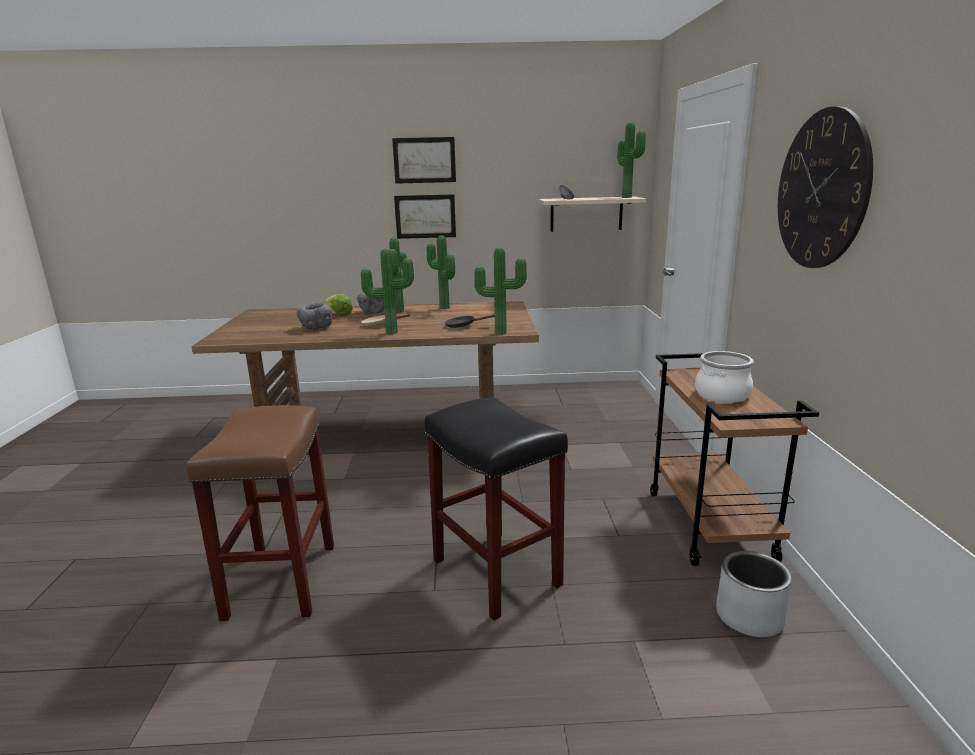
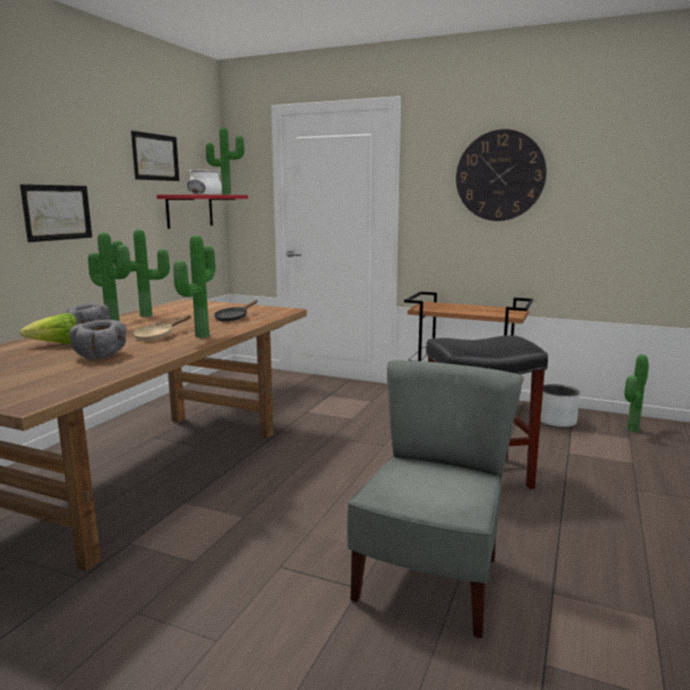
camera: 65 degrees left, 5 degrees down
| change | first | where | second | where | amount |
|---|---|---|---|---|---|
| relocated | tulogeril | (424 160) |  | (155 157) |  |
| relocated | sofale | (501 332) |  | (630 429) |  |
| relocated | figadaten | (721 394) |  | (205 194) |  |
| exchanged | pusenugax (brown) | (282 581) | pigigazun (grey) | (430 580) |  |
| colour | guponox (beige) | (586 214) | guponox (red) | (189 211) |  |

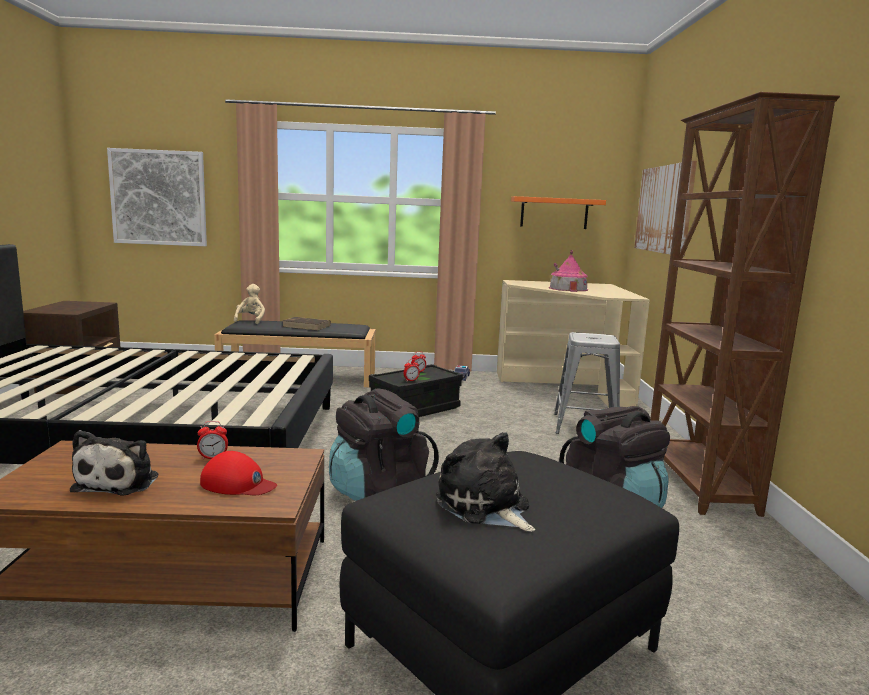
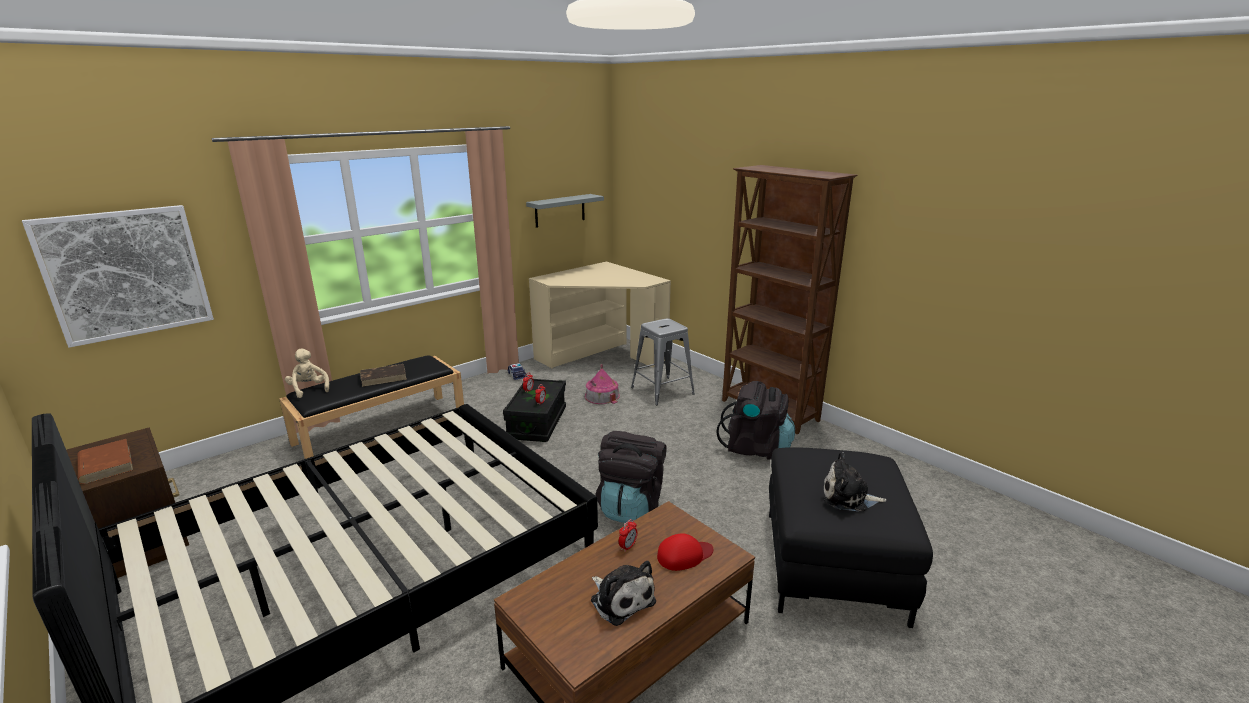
camera: 40 degrees left, 10 degrees up
| change | first | where | second | where | amount |
|---|---|---|---|---|---|
| missing | tulogeril | (664 209) |  |  |  |
| appeared |  |  | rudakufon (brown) | (105 464) |  |
| relocated | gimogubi | (568 288) |  | (602 396) |  |
| colour | guponox (orange) | (554 213) | guponox (grey) | (560 210) |  |

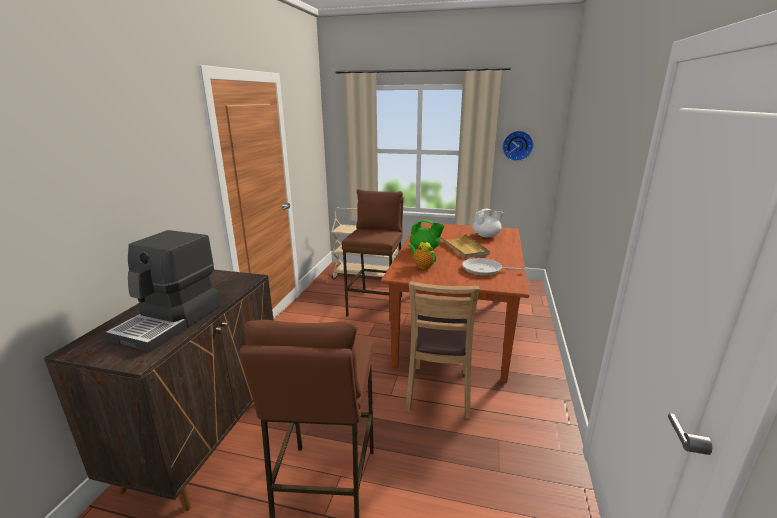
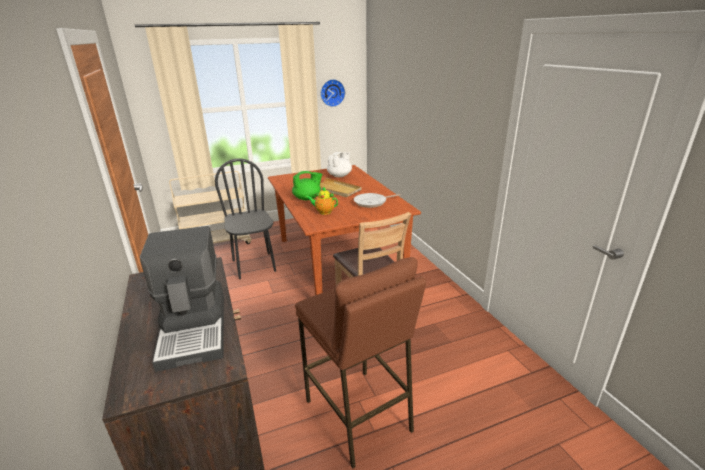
camera: 35 degrees left, 5 degrees up
| change | first | where | second | where | amount |
|---|---|---|---|---|---|
| exchanged | pusenugax (brown) | (376 305) | pigigazun (black) | (254 265) |  |

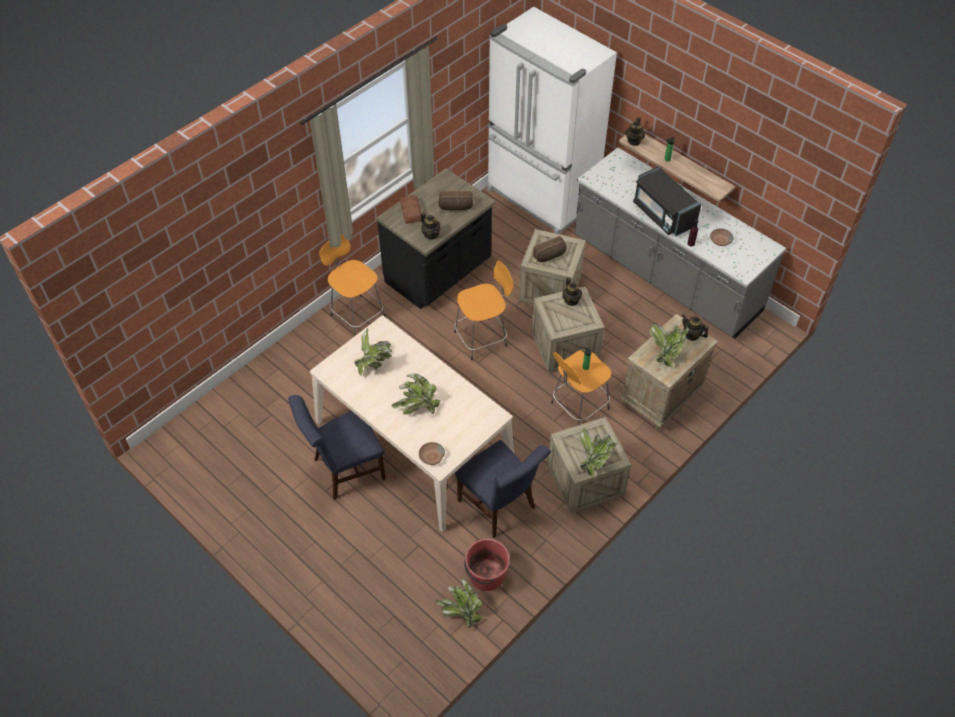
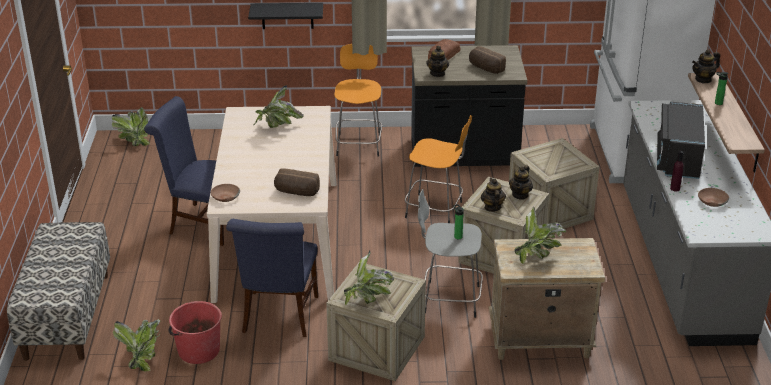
camera: 45 degrees right, 20 degrees down
| change | first | where | second | where | amount |
|---|---|---|---|---|---|
| appeared |  |  | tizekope | (67 316) |  |
| appeared |  |  | guponox (black) | (287 15) |  |
| relocated | sofale | (417 407) |  | (134 141) |  |
| relocated | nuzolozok | (550 256) |  | (296 192) |  |
| relocated | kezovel | (692 335) |  | (492 207) |  |
| colour | pusenugax (orange) | (578 407) | pusenugax (grey) | (449 299) |  |

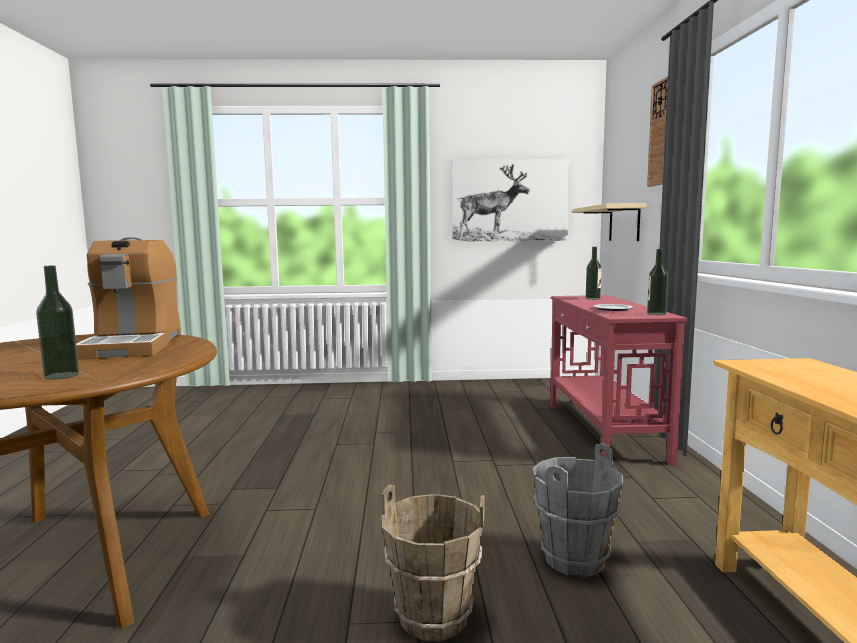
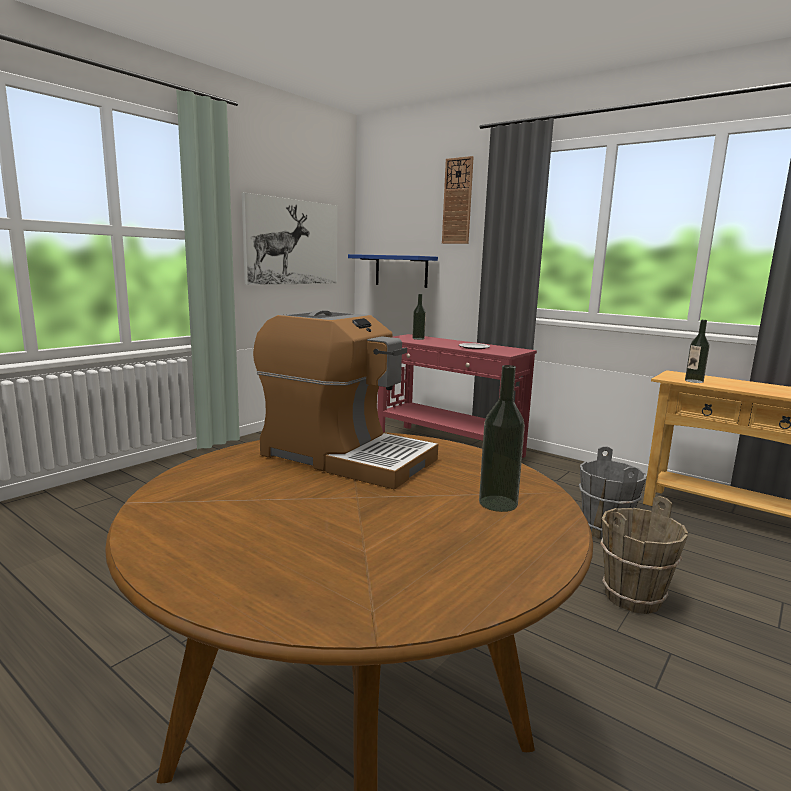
camera: 50 degrees left, 5 degrees up
| change | first | where | second | where | amount |
|---|---|---|---|---|---|
| relocated | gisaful | (656 314) |  | (694 381) |  |
| colour | guponox (beige) | (624 223) | guponox (blue) | (401 271) |  |

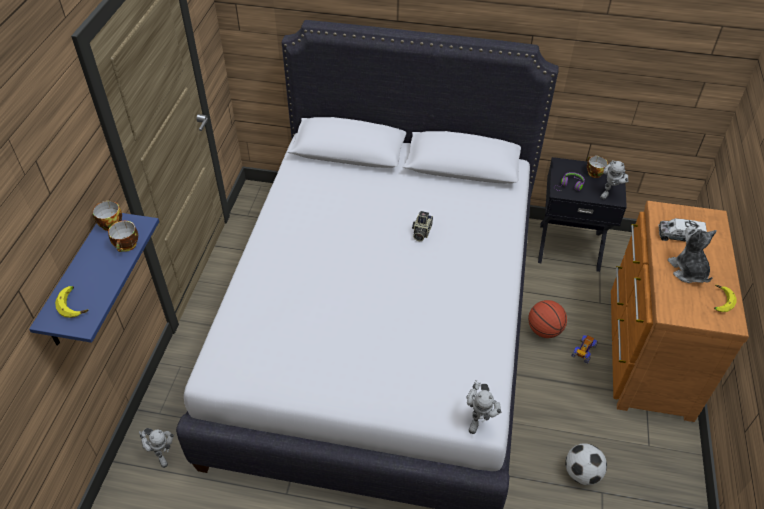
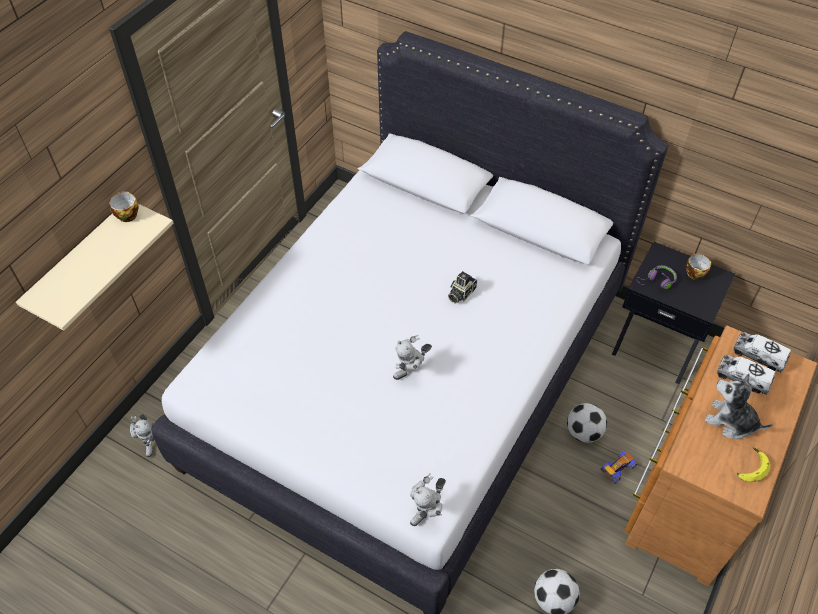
camera: 20 degrees right, 5 degrees up
| change | first | where | second | where | amount |
|---|---|---|---|---|---|
| missing | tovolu | (74 304) |  |  |  |
| missing | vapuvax | (127 246) |  |  |  |
| appeared |  |  | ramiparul | (758 356) |  |
| relocated | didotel | (609 192) |  | (411 372) |  |
| exchanged | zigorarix | (544 330) | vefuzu | (583 432) |  |
| colour | guponox (blue) | (76 282) | guponox (beige) | (82 264) |  |
| spun | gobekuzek | (688 271) |  | (730 421) | 60 degrees counterclockwise |

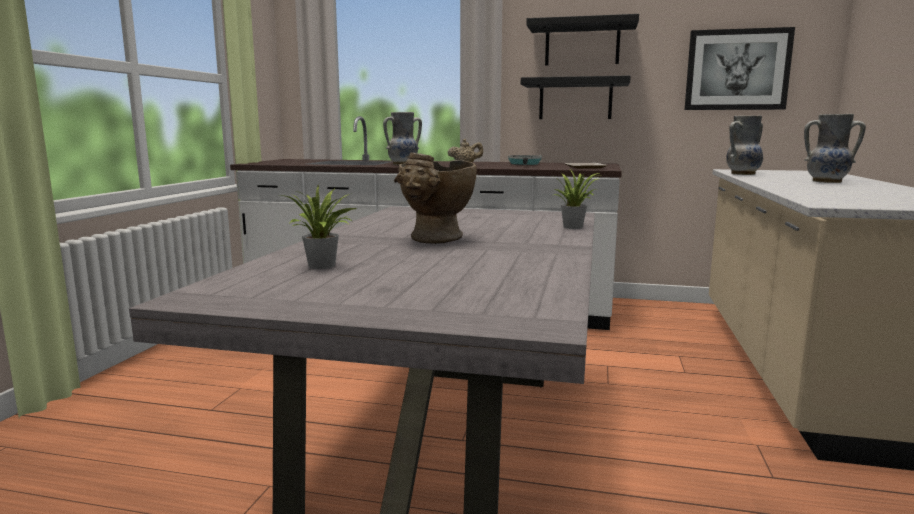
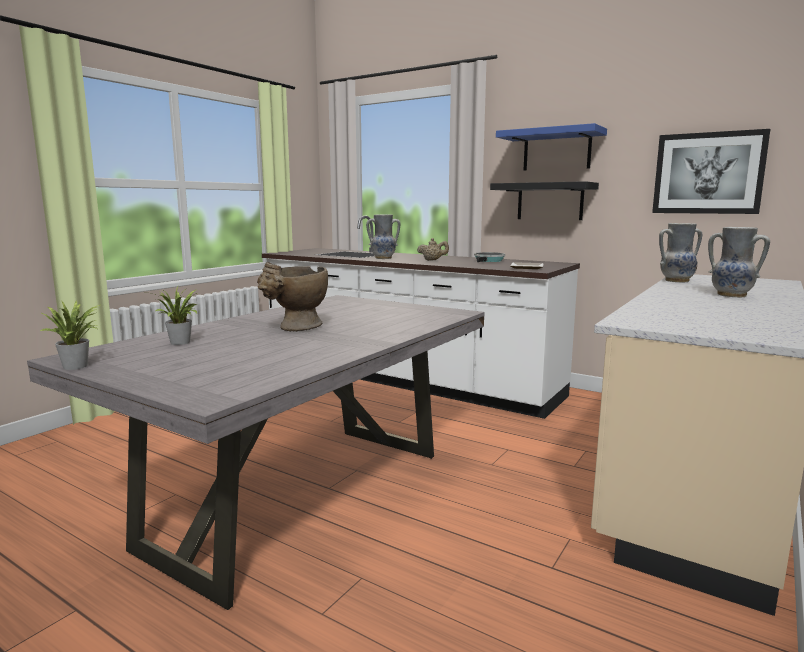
camera: 20 degrees right, 0 degrees up
| change | first | where | second | where | amount |
|---|---|---|---|---|---|
| relocated | sofale | (574 227) |  | (79 366) |  |
| colour | guponox (black) | (582 44) | guponox (blue) | (557 150) |  |

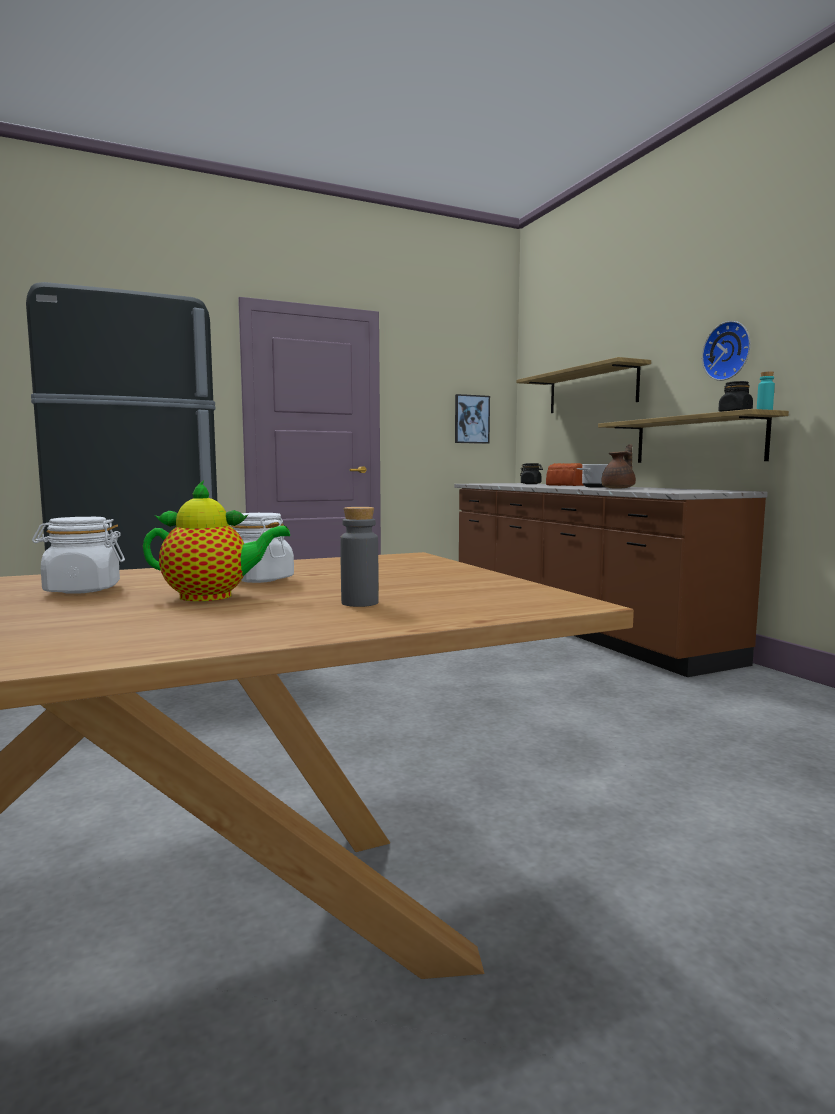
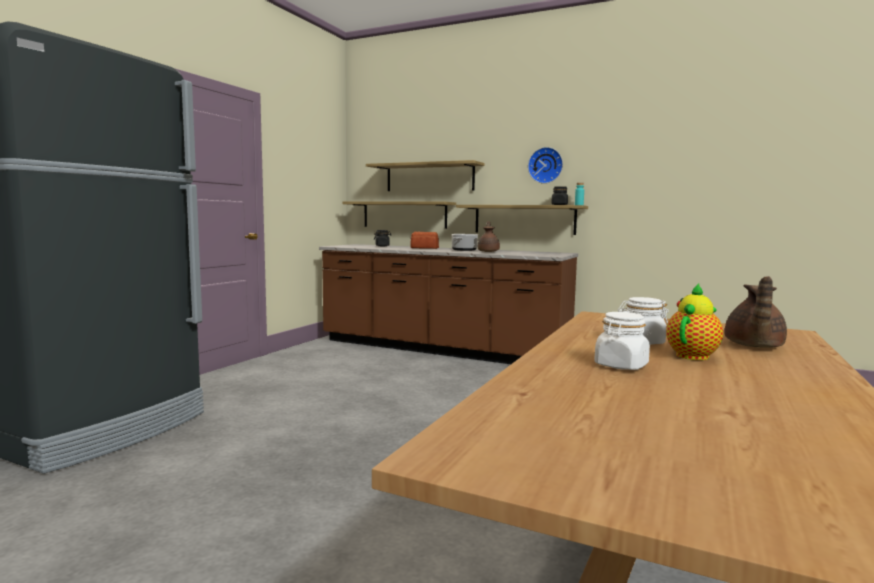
camera: 40 degrees left, 0 degrees up
| change | first | where | second | where | amount |
|---|---|---|---|---|---|
| missing | tulogeril | (471 419) |  |  |  |
| appeared |  |  | guponox | (404 215) |  |
| exchanged | gisaful (grey) | (360 603) | kezovel (brown) | (753 346) |  |

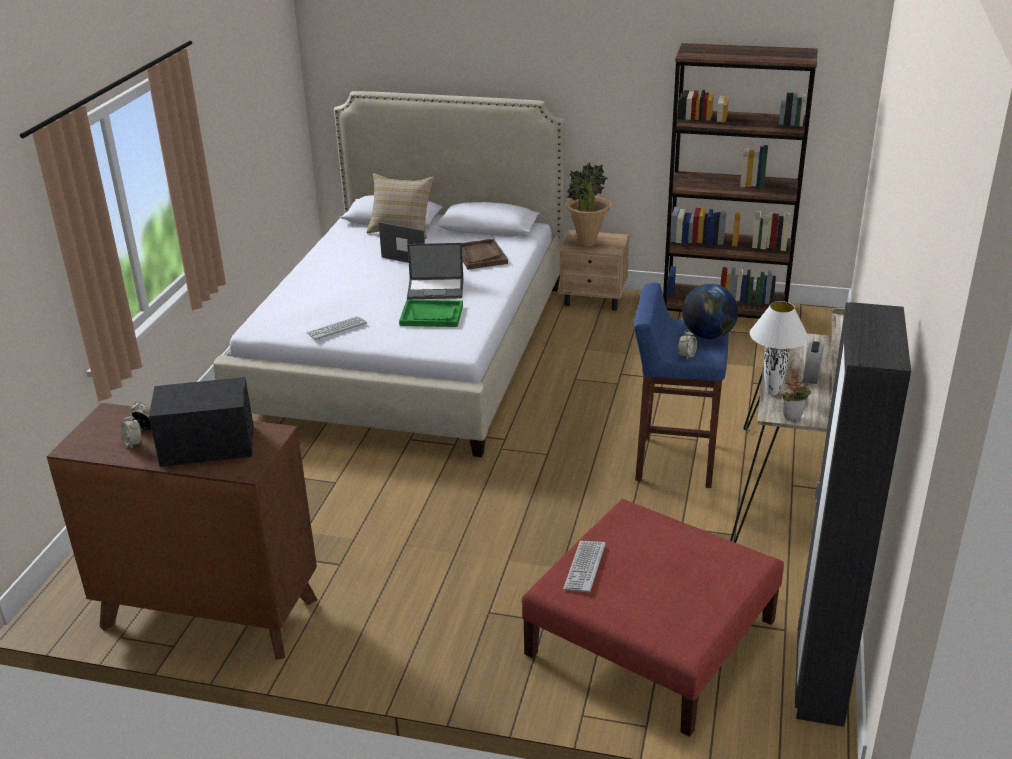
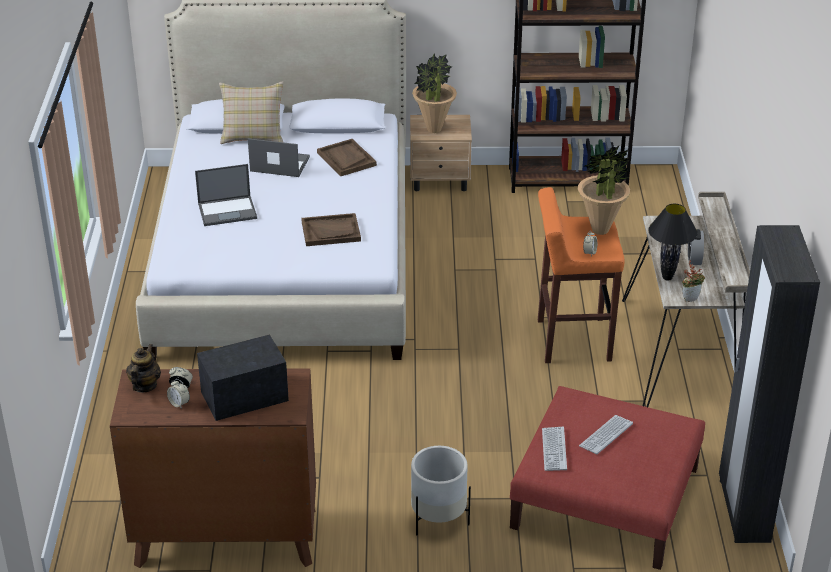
camera: 15 degrees left, 5 degrees up
| change | first | where | second | where | amount |
|---|---|---|---|---|---|
| appeared |  |  | kezovel | (144 386) |  |
| appeared |  |  | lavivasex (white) | (438 519) |  |
| relocated | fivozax | (337 329) |  | (606 435) |  |
| relocated | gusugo | (436 289) |  | (228 211) |  |
| exchanged | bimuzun | (708 335) | sofale | (600 230) |  |
| colour | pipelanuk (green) | (432 315) | pipelanuk (brown) | (331 231) |  |
| colour | pusenugax (blue) | (674 461) | pusenugax (orange) | (572 340) |  |
| colour | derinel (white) | (772 393) | derinel (black) | (667 278) |  |

